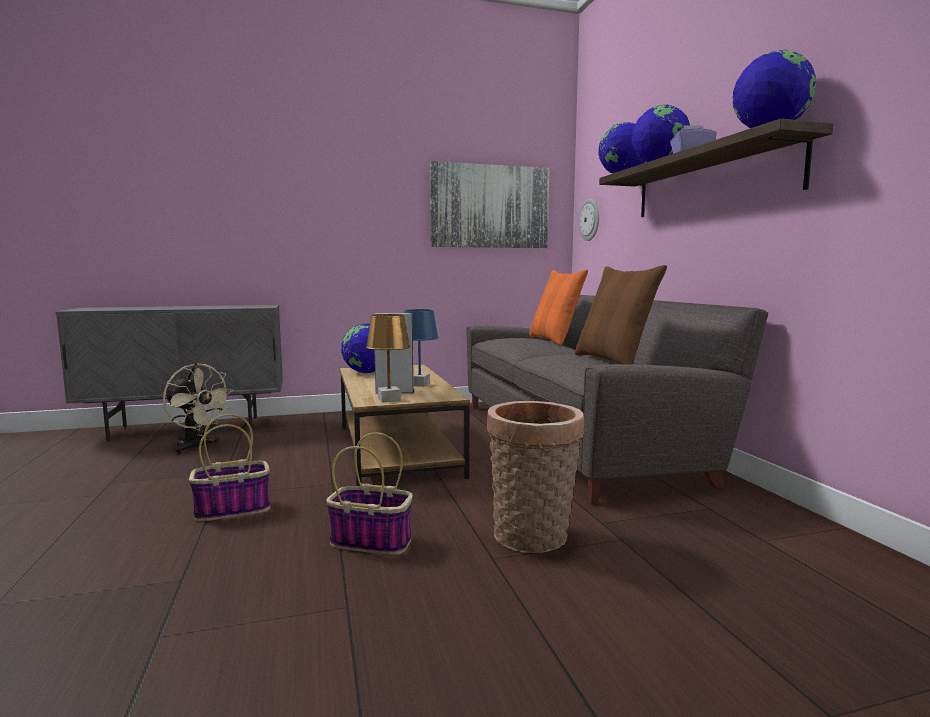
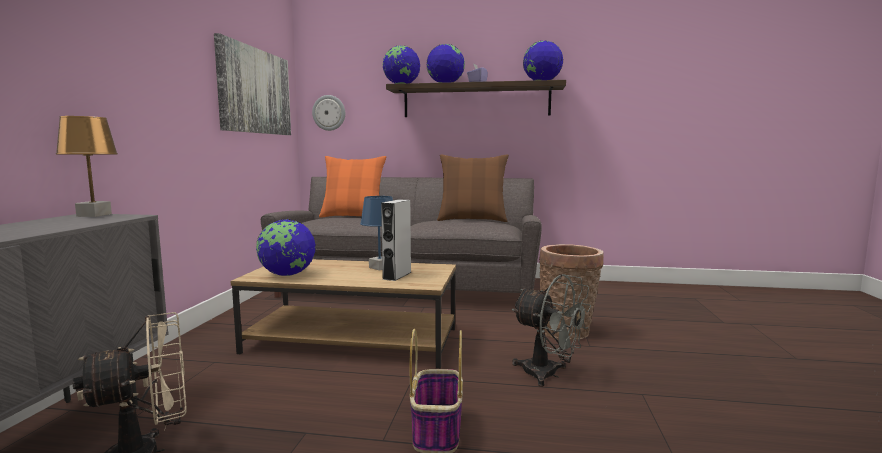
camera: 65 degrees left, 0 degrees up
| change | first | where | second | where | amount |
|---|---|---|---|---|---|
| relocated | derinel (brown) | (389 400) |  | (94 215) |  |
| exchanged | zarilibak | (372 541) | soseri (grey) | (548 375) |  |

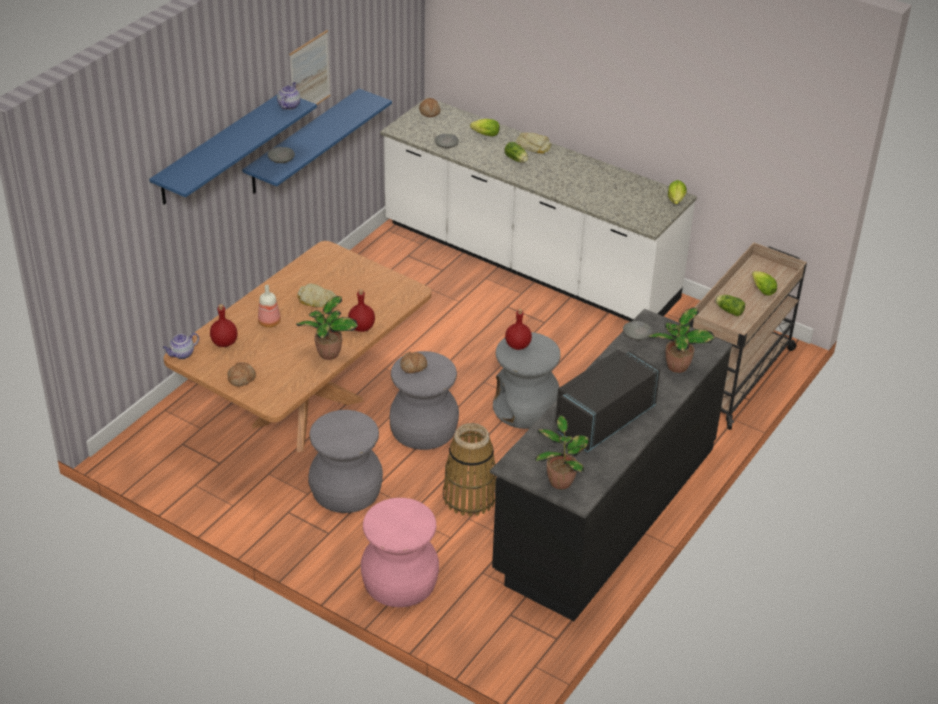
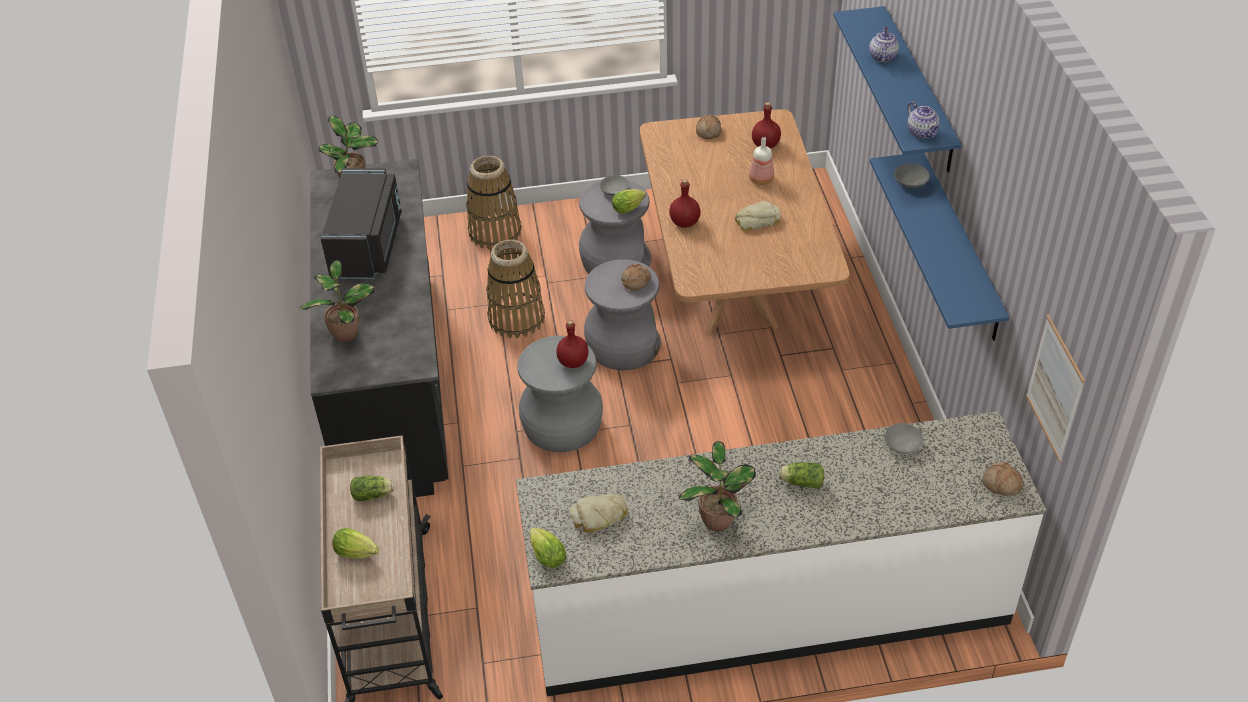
camera: 140 degrees right, 5 degrees up
| change | first | where | second | where | amount |
|---|---|---|---|---|---|
| relocated | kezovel | (182 354) |  | (882 56) |  |
| relocated | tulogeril | (309 75) |  | (1055 388) |  |
| relocated | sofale | (328 354) |  | (717 519) |  |
| relocated | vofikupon | (484 134) |  | (629 208) |  |
| relocated | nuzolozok | (533 146) |  | (599 516) |  |
| relocated | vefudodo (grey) | (637 335) |  | (614 190) |  |
| exchanged | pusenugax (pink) | (399 582) | zarilibak | (495 232) |  |

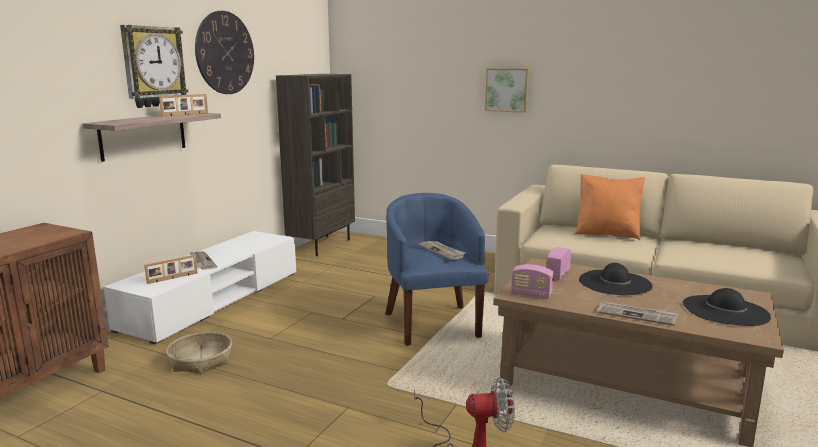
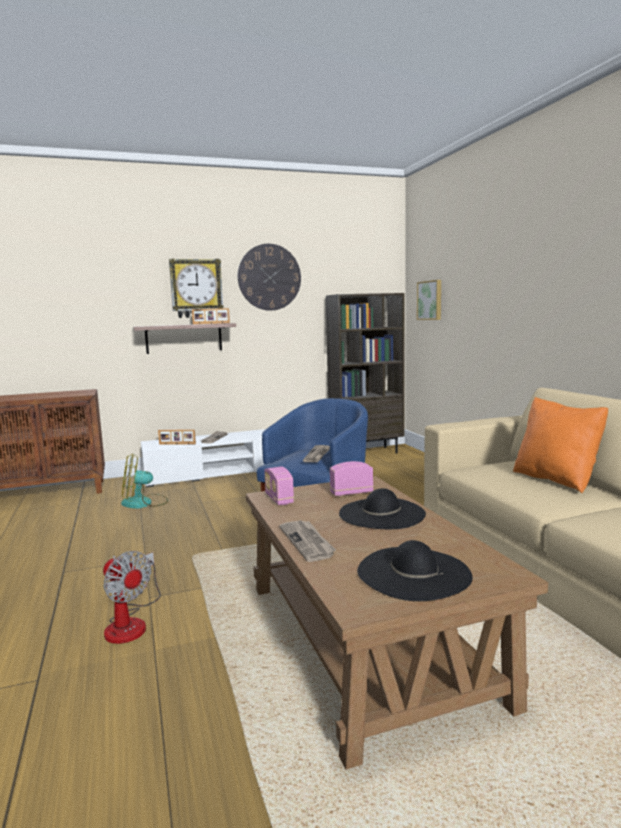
camera: 45 degrees right, 5 degrees down
| change | first | where | second | where | amount |
|---|---|---|---|---|---|
| relocated | tulogeril | (507 90) |  | (430 300) |  |
| exchanged | zarilibak | (201 361) | soseri | (144 503) |  |

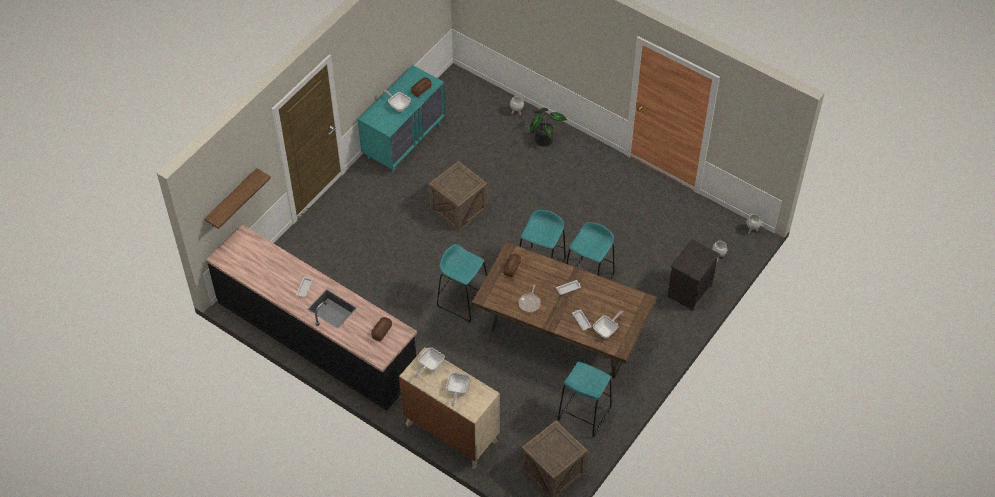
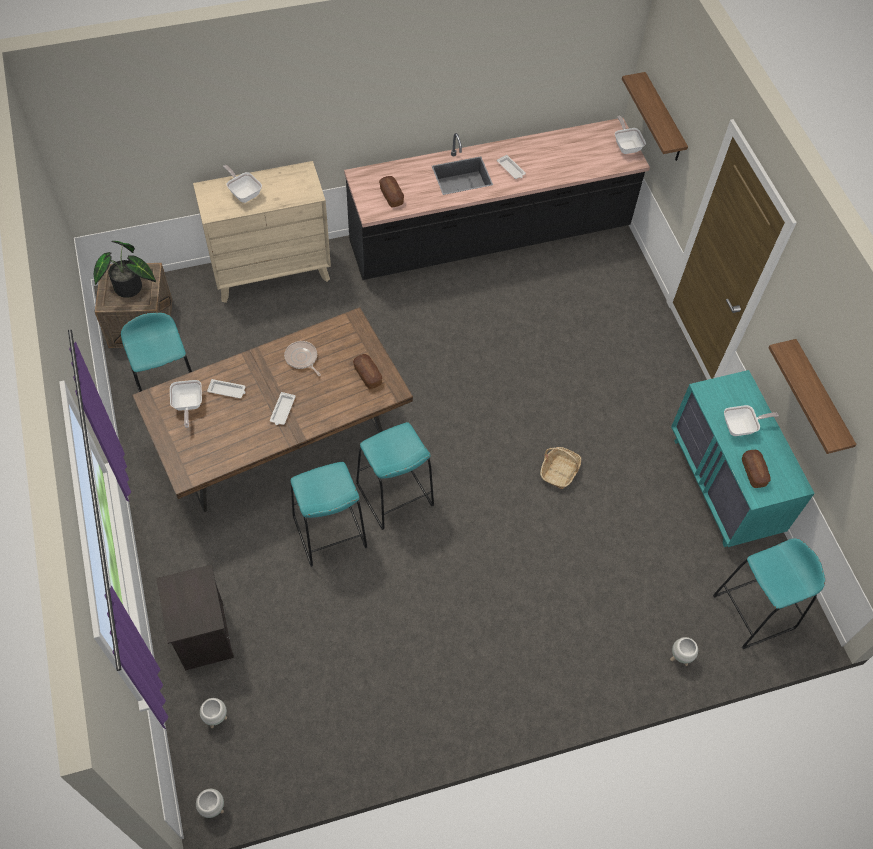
camera: 125 degrees right, 5 degrees up
| change | first | where | second | where | amount |
|---|---|---|---|---|---|
| appeared |  |  | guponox | (819 399) |  |
| relocated | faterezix | (429 366) |  | (626 145) |  |
| relocated | pusenugax (turquoise) | (463 300) |  | (754 612) |  |
| relocated | sofale | (544 138) |  | (130 289) |  |
| exchanged | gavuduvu | (458 208) | zarilibak | (559 471) |  |

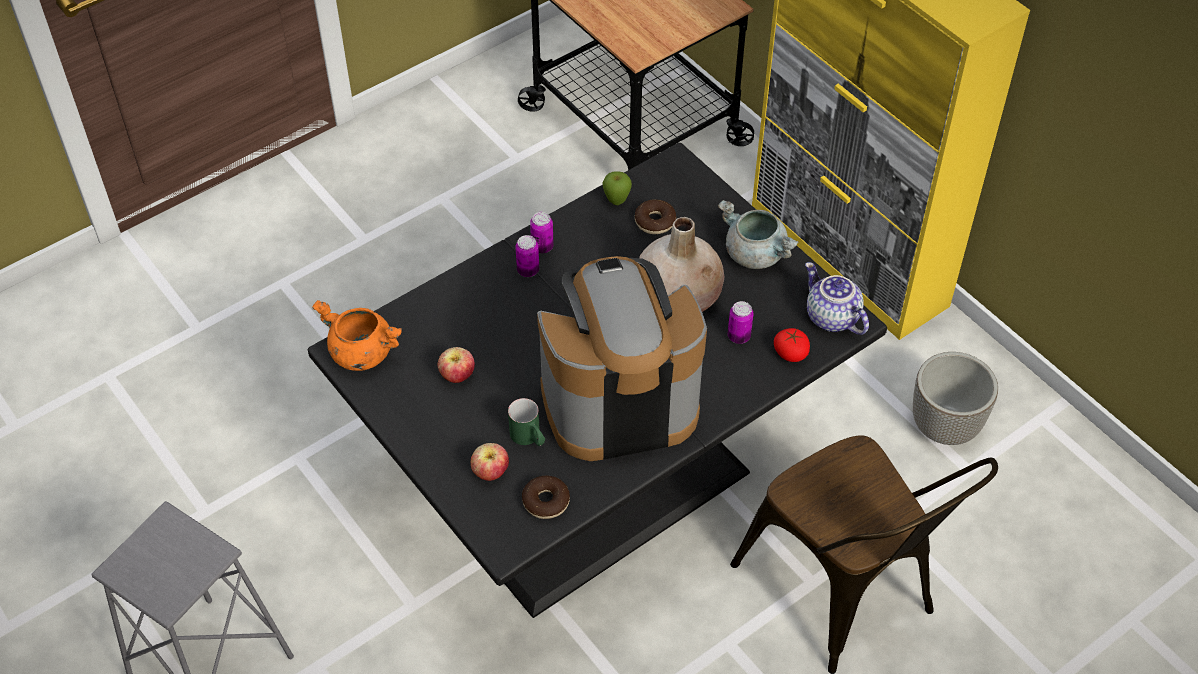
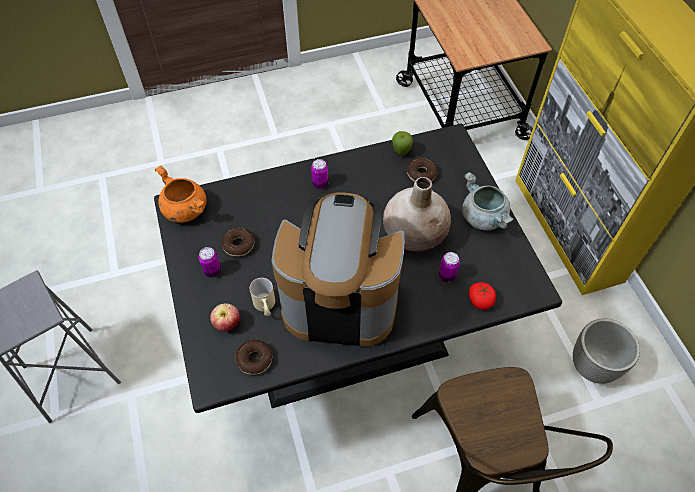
camera: 20 degrees right, 5 degrees up
| change | first | where | second | where | amount |
|---|---|---|---|---|---|
| missing | kezovel | (830 317) |  |  |  |
| relocated | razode | (542 247) |  | (212 271) |  |
| exchanged | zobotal | (457 376) | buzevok | (239 245) |  |
| colour | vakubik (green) | (529 438) | vakubik (beige) | (265 307) |  |

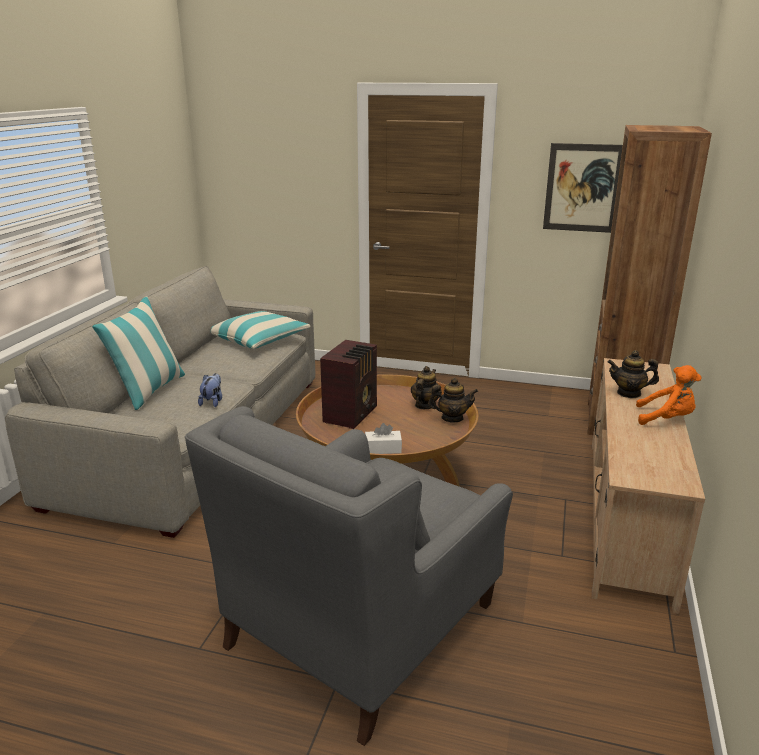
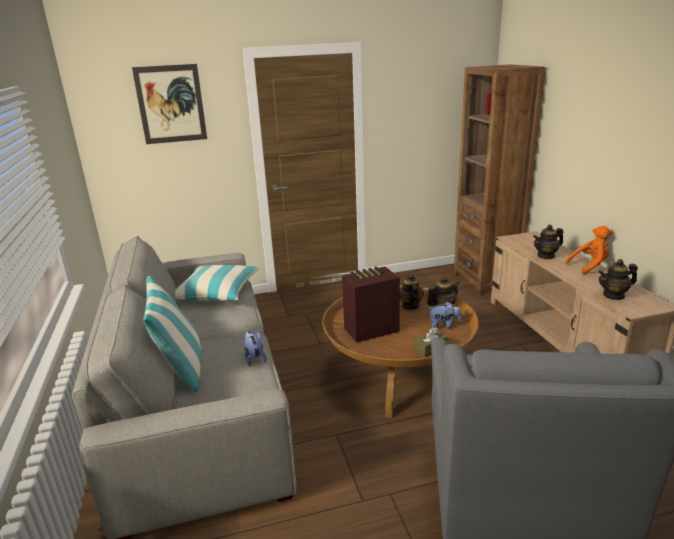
camera: 30 degrees left, 0 degrees up
| change | first | where | second | where | amount |
|---|---|---|---|---|---|
| appeared |  |  | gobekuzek | (444 325) |  |
| appeared |  |  | kezovel | (614 295) |  |
| relocated | tulogeril | (582 188) |  | (171 104) |  |
| colour | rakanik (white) | (383 449) | rakanik (brown) | (430 349) |  |
| spun | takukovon | (352 414) |  | (370 330) | 105 degrees counterclockwise |

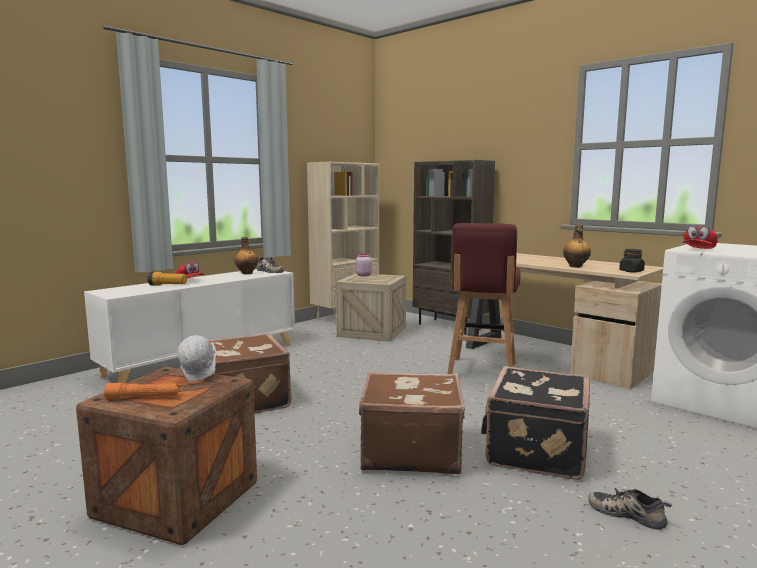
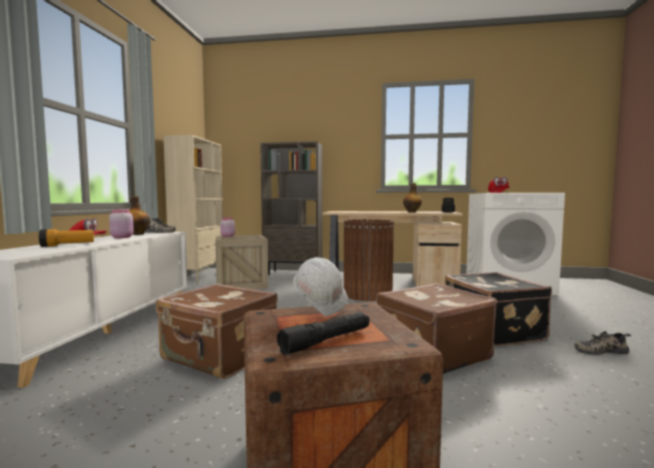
camera: 35 degrees left, 5 degrees down
| change | first | where | second | where | amount |
|---|---|---|---|---|---|
| appeared |  |  | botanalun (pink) | (122 237) |  |
| exchanged | pusenugax (red) | (482 371) | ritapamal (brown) | (367 294) |  |
| colour | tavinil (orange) | (143 397) | tavinil (black) | (326 341) |  |

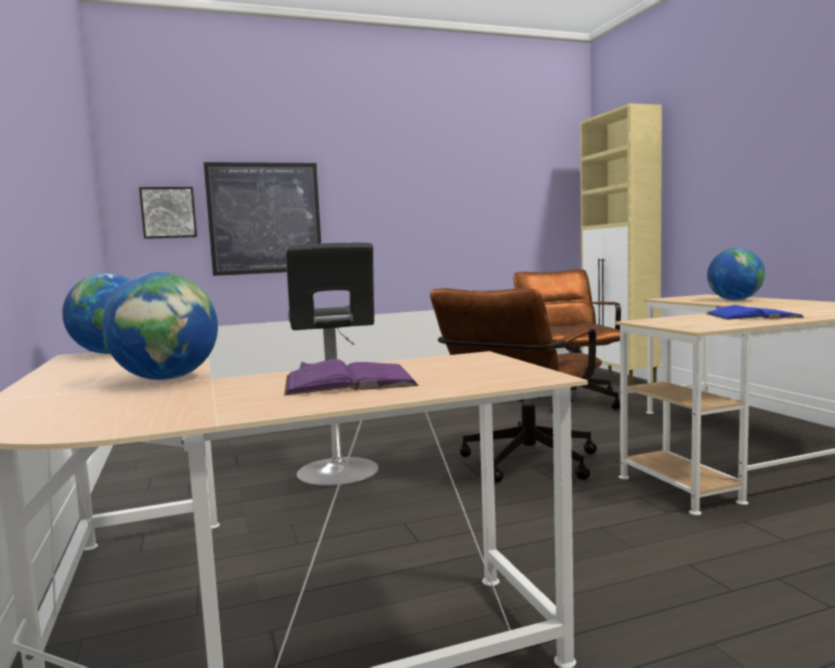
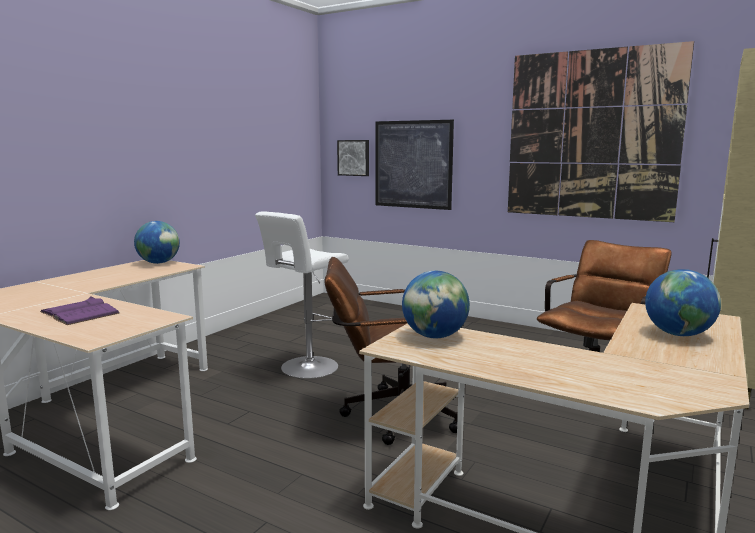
camera: 50 degrees right, 5 degrees up
| change | first | where | second | where | amount |
|---|---|---|---|---|---|
| missing | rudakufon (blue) | (752 316) |  |  |  |
| appeared |  |  | tulogeril | (591 135) |  |
| relocated | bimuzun | (167 379) |  | (435 336) |  |
| colour | pusenugax (black) | (339 473) | pusenugax (white) | (306 368) |  |

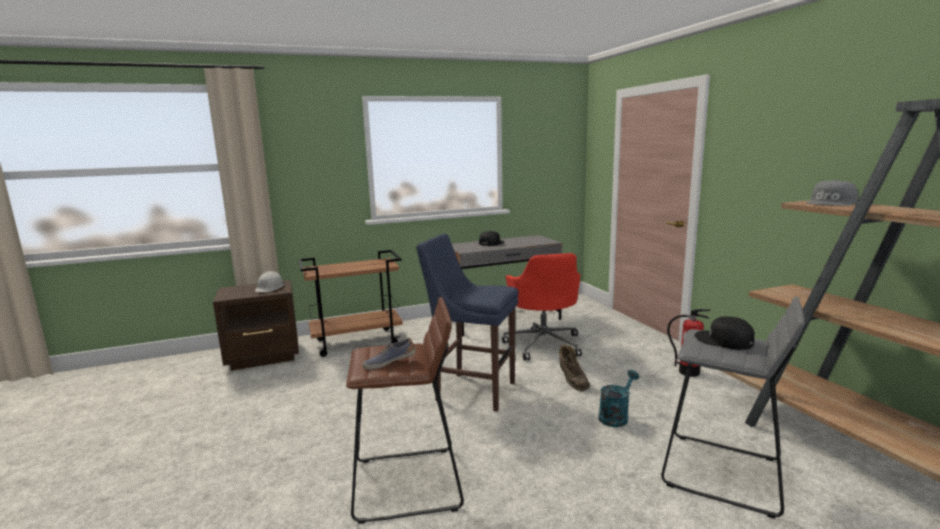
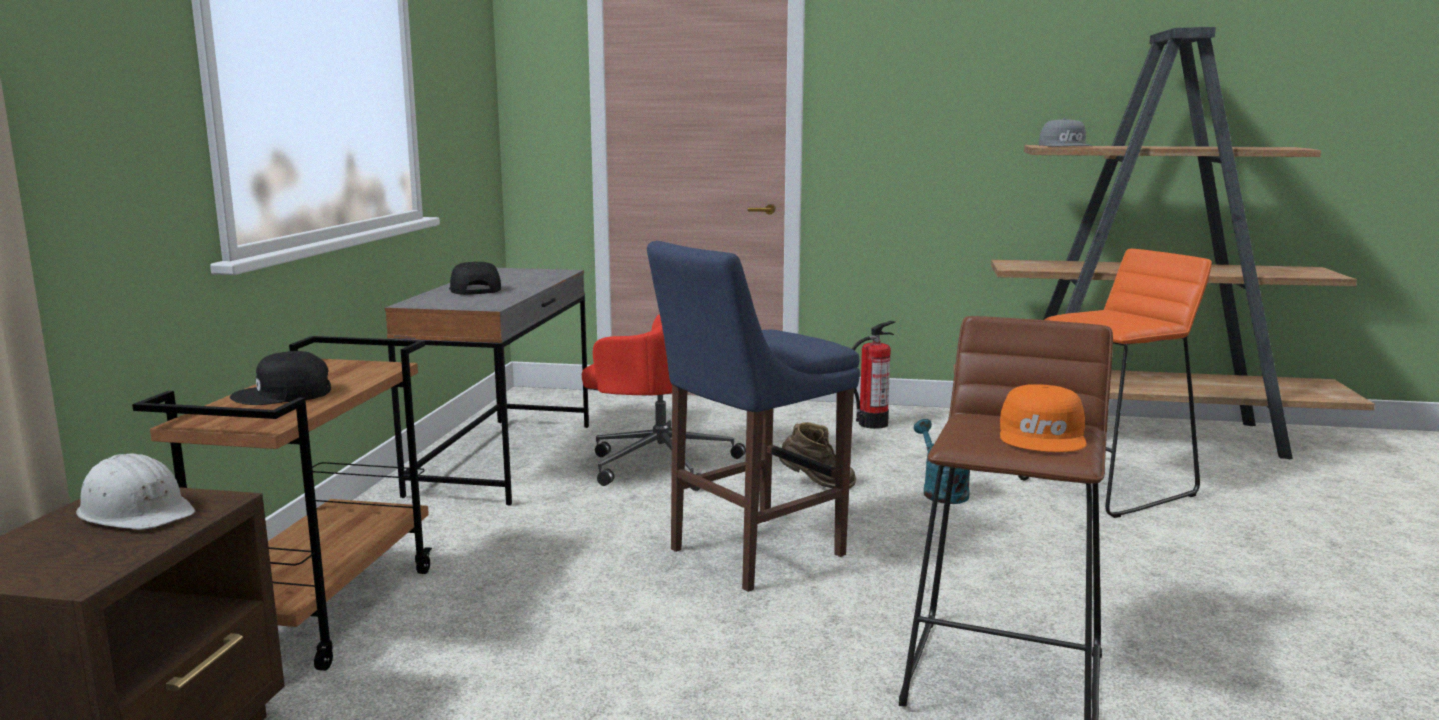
camera: 60 degrees left, 0 degrees up
| change | first | where | second | where | amount |
|---|---|---|---|---|---|
| relocated | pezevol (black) | (724 340) |  | (283 394) |  |
| exchanged | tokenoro | (389 363) | pezevol (orange) | (1043 435) |  |
| colour | pusenugax (grey) | (723 473) | pusenugax (orange) | (1107 487) |  |

